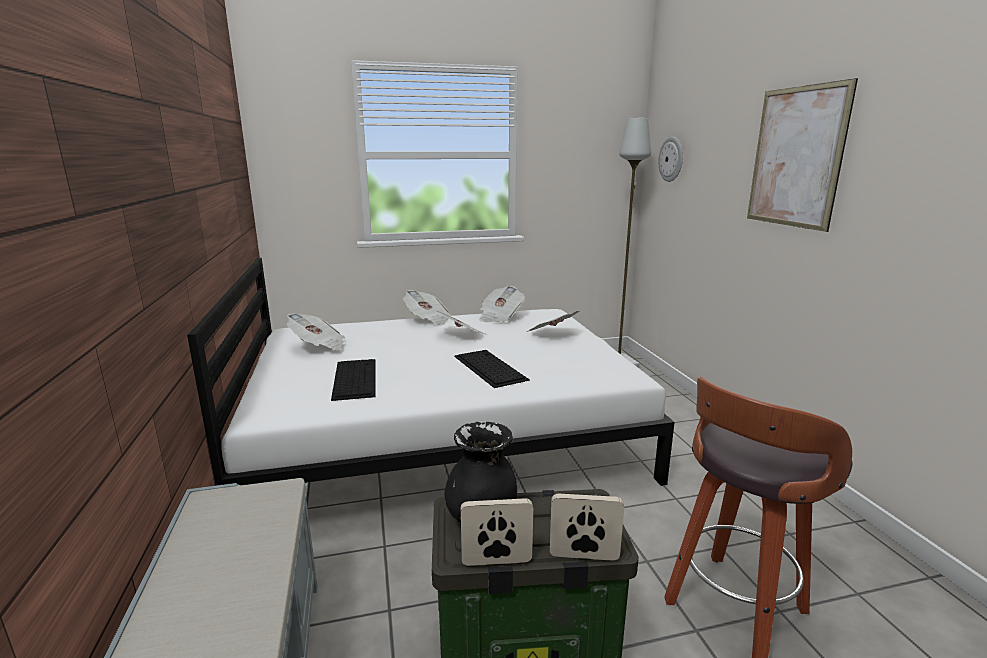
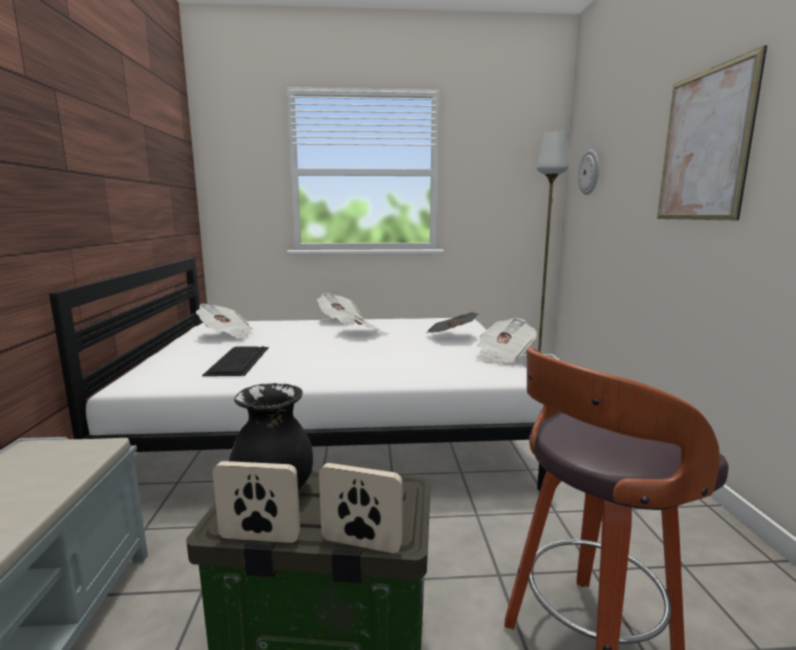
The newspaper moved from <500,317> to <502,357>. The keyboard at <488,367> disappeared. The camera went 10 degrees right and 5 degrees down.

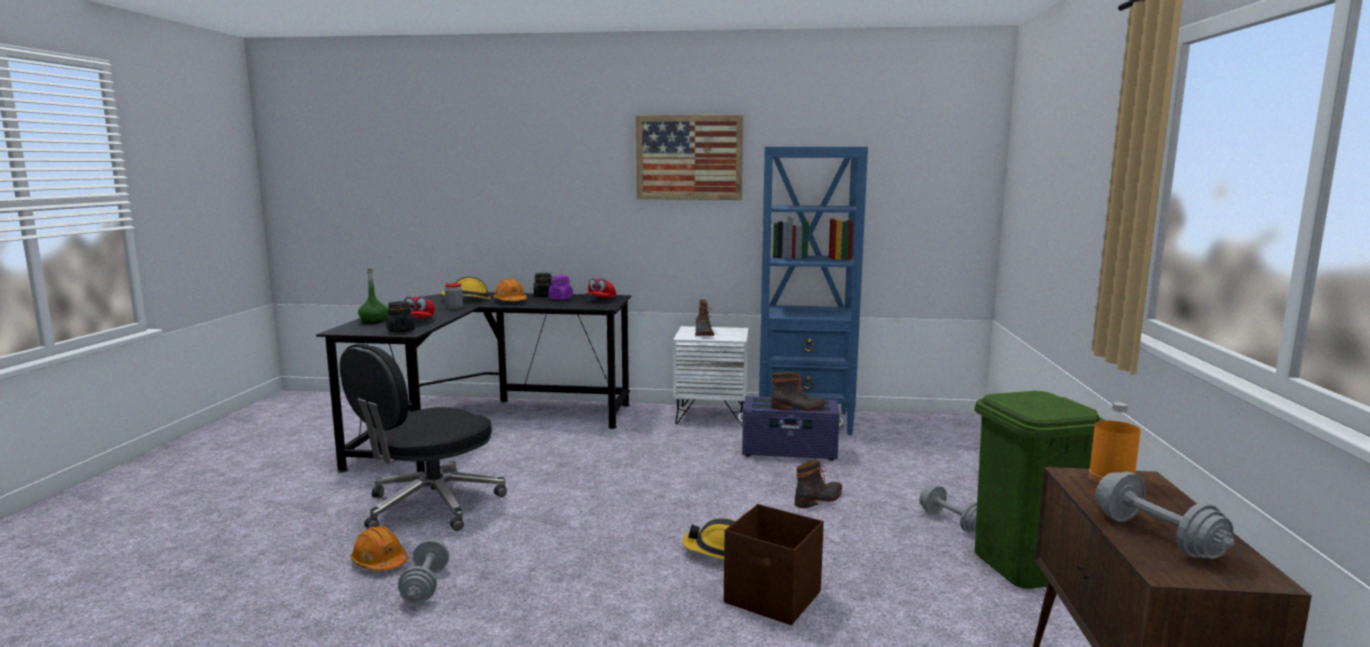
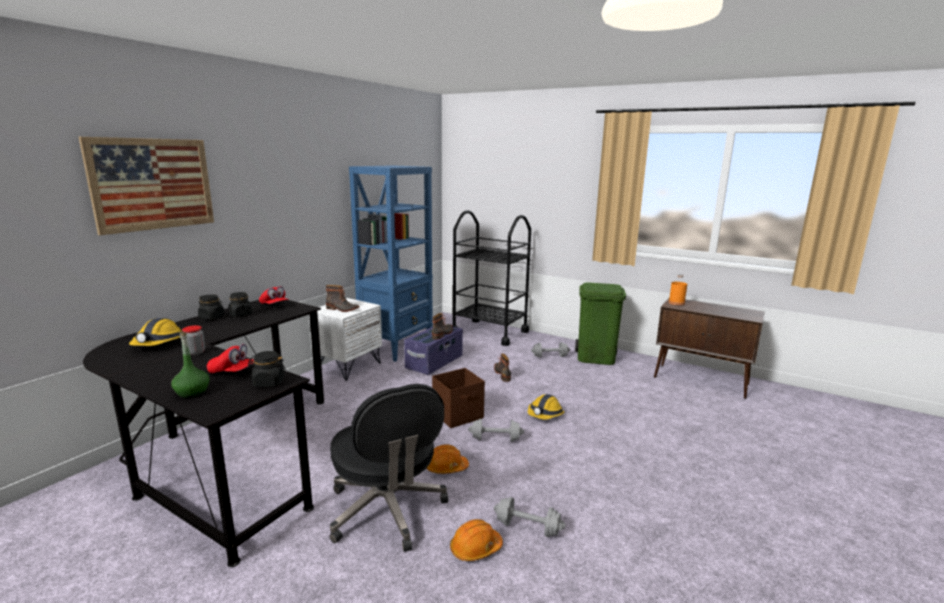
The picture moved from <689,157> to <153,184>. The jar (purple) at <561,299> became the jar (black) at <241,314>. The hard hat (orange) moved from <510,301> to <446,468>. The storage box (brown) moved from <773,598> to <458,415>. The cart (black) at <489,332> appeared. The dumbbell (grey) moved from <1157,537> to <495,439>. The camera went 65 degrees left and 5 degrees up.

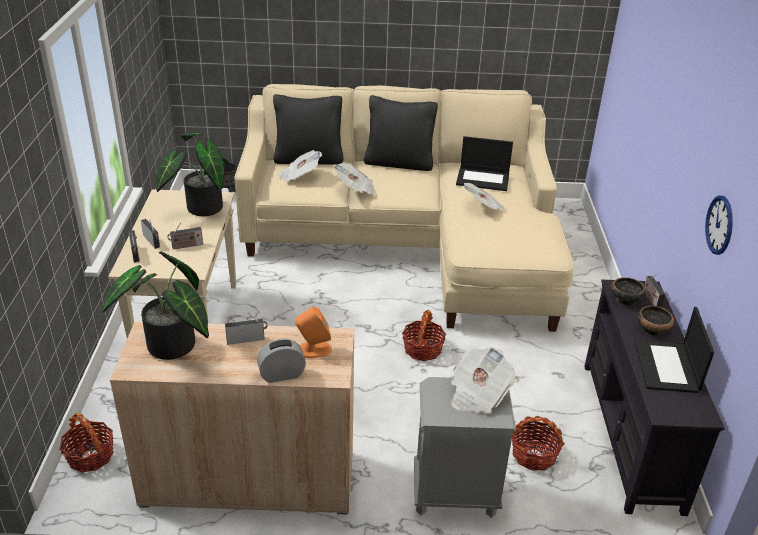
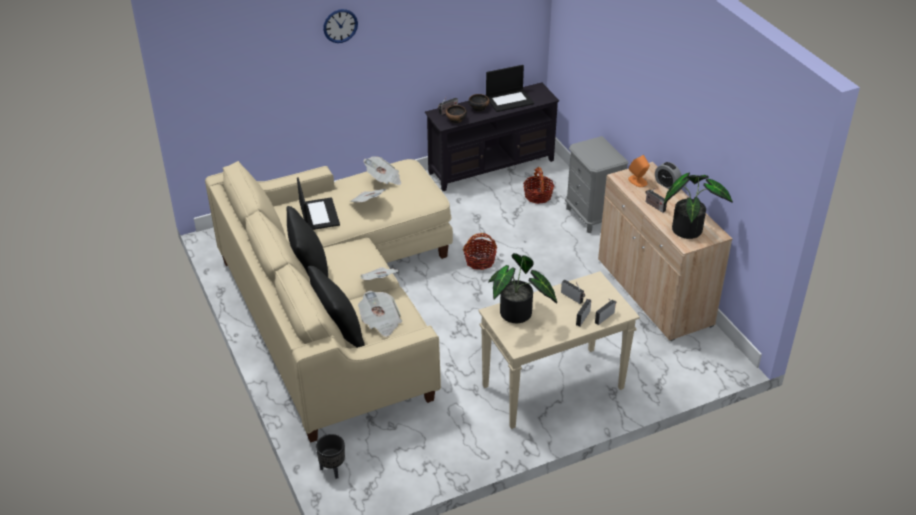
The wall clock moved from <719,225> to <340,26>. The newspaper moved from <478,394> to <383,179>. The basket at <90,456> disappeared. The camera went 115 degrees left and 5 degrees up.

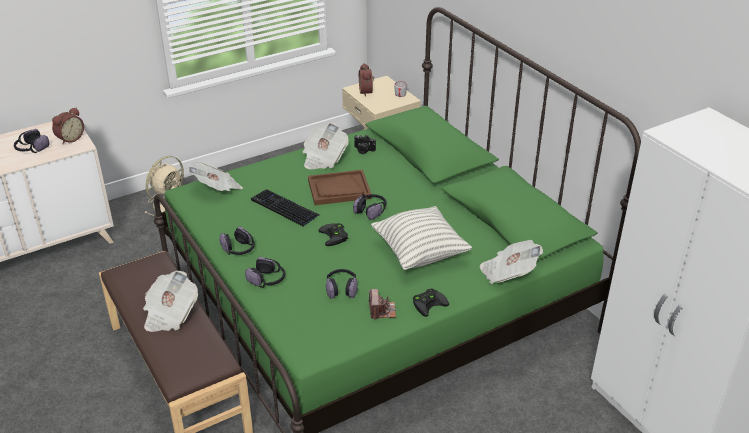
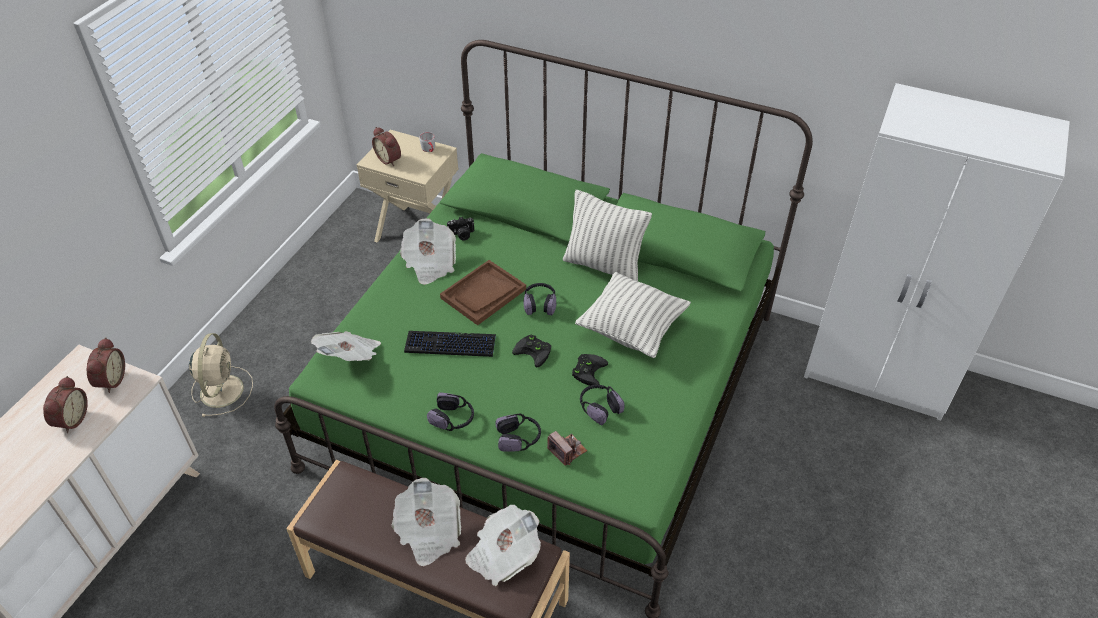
The headphones at <31,148> was replaced by the alarm clock at <71,419>. The newspaper moved from <508,273> to <503,555>. The photo camera moved from <382,311> to <567,450>. The pillow at <604,266> appeared. The game controller (black) moved from <429,303> to <588,370>. The camera went 35 degrees left and 10 degrees up.

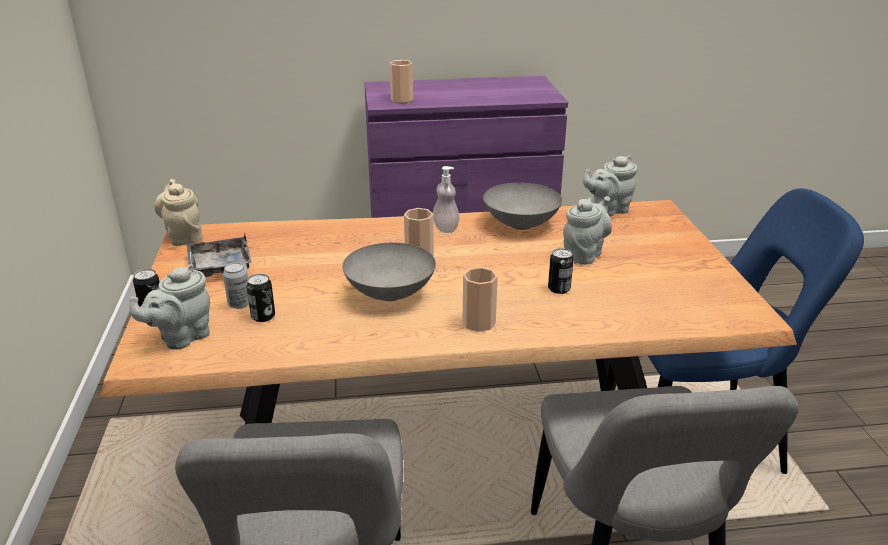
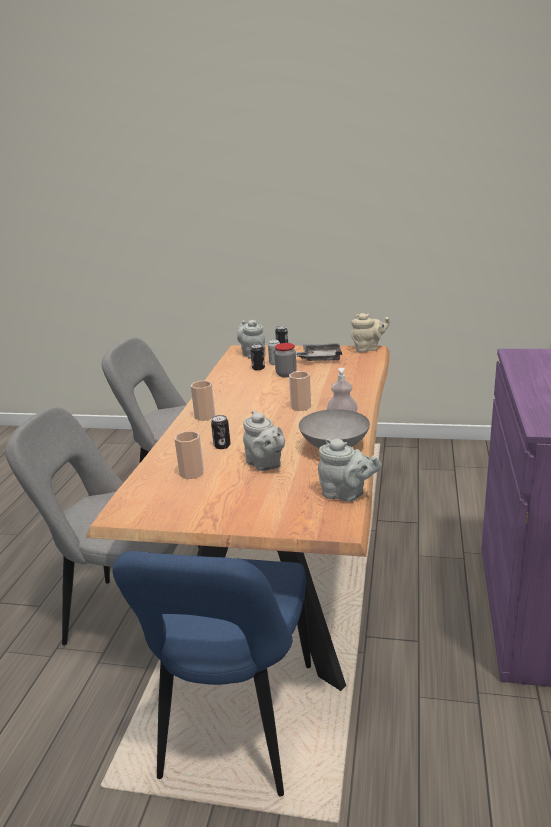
The cup moved from <402,99> to <191,473>. The jar at <286,374> appeared. The teapot (grey) at <608,210> turned 120 degrees clockwise. The bowl (grey) at <389,294> disappeared. The camera went 110 degrees right and 5 degrees down.

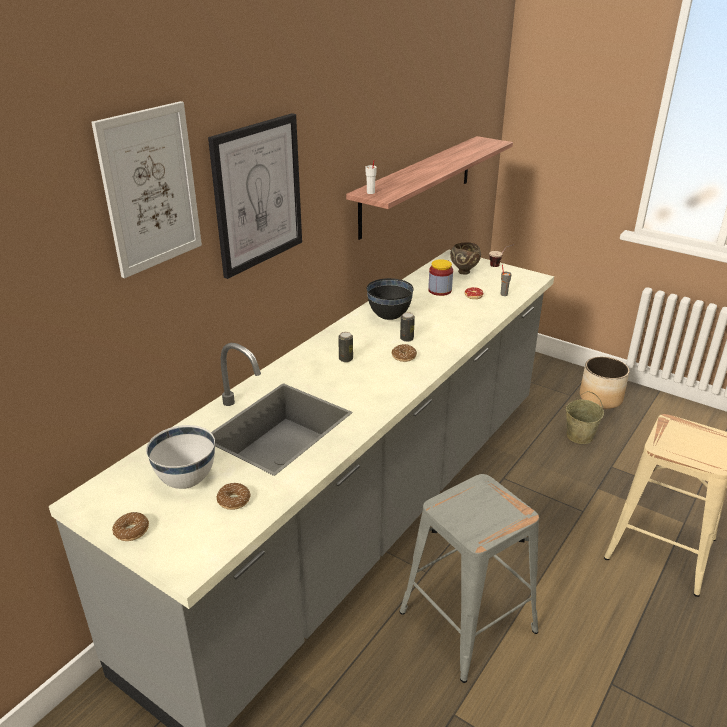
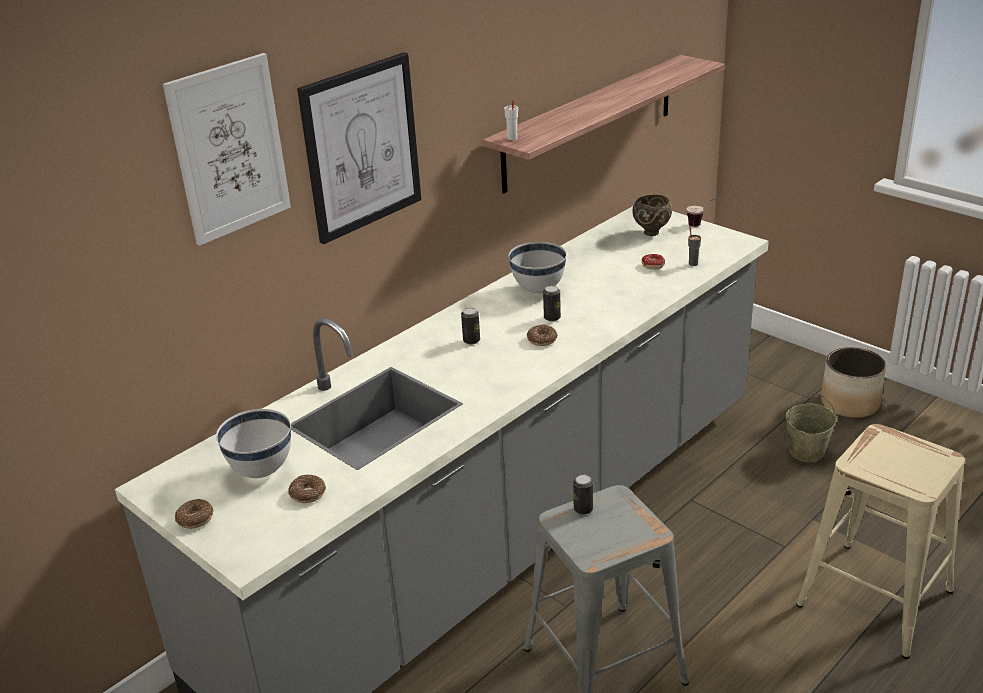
The bowl (black) at <389,317> became the bowl (white) at <538,290>. The can at <583,509> appeared. The jar at <440,290> disappeared. The camera went 10 degrees right and 0 degrees up.

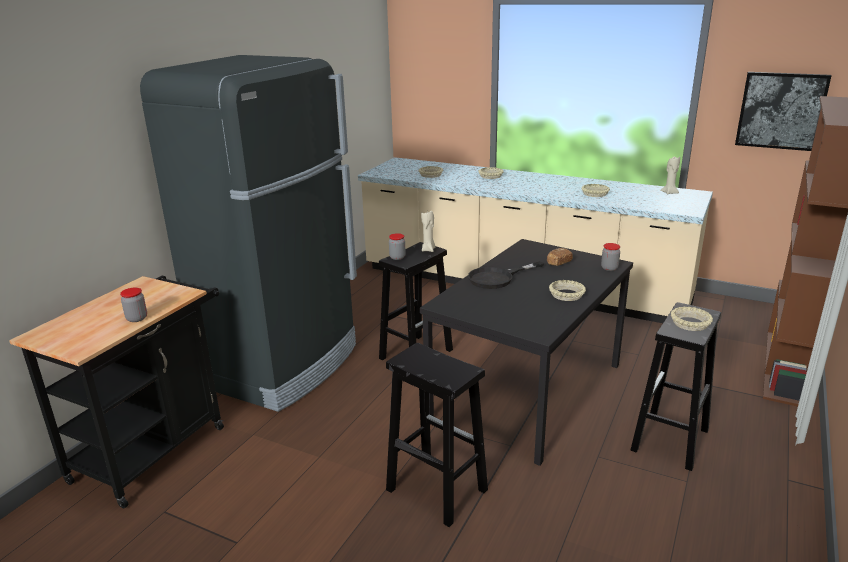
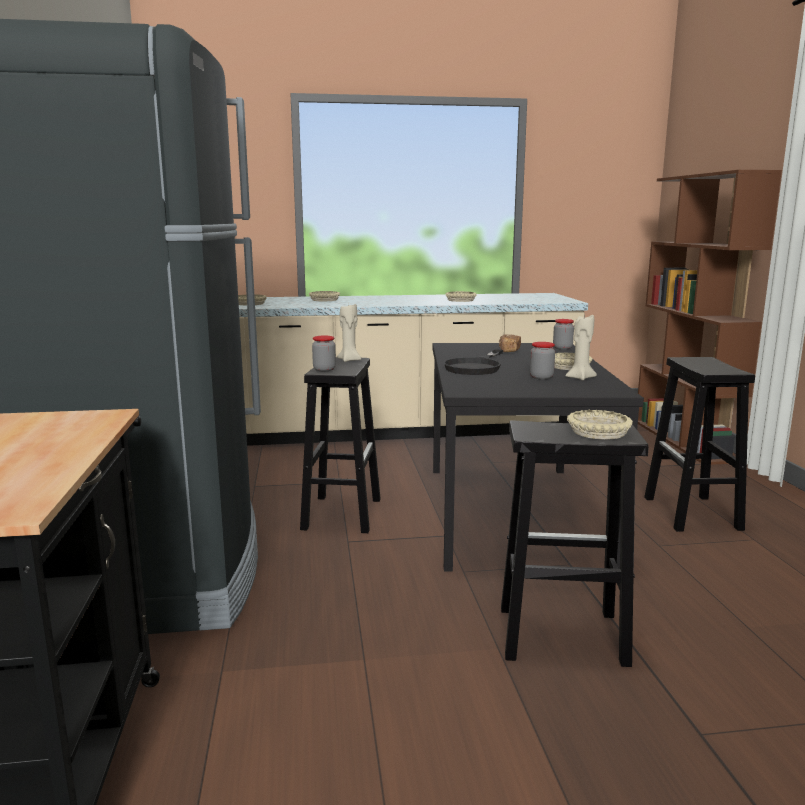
The jar moved from <137,318> to <541,377>. The candle (beige) moved from <669,193> to <580,378>. The bowl (beige) moved from <690,323> to <598,431>. The picture at <781,110> disappeared. The camera went 35 degrees left and 10 degrees down.

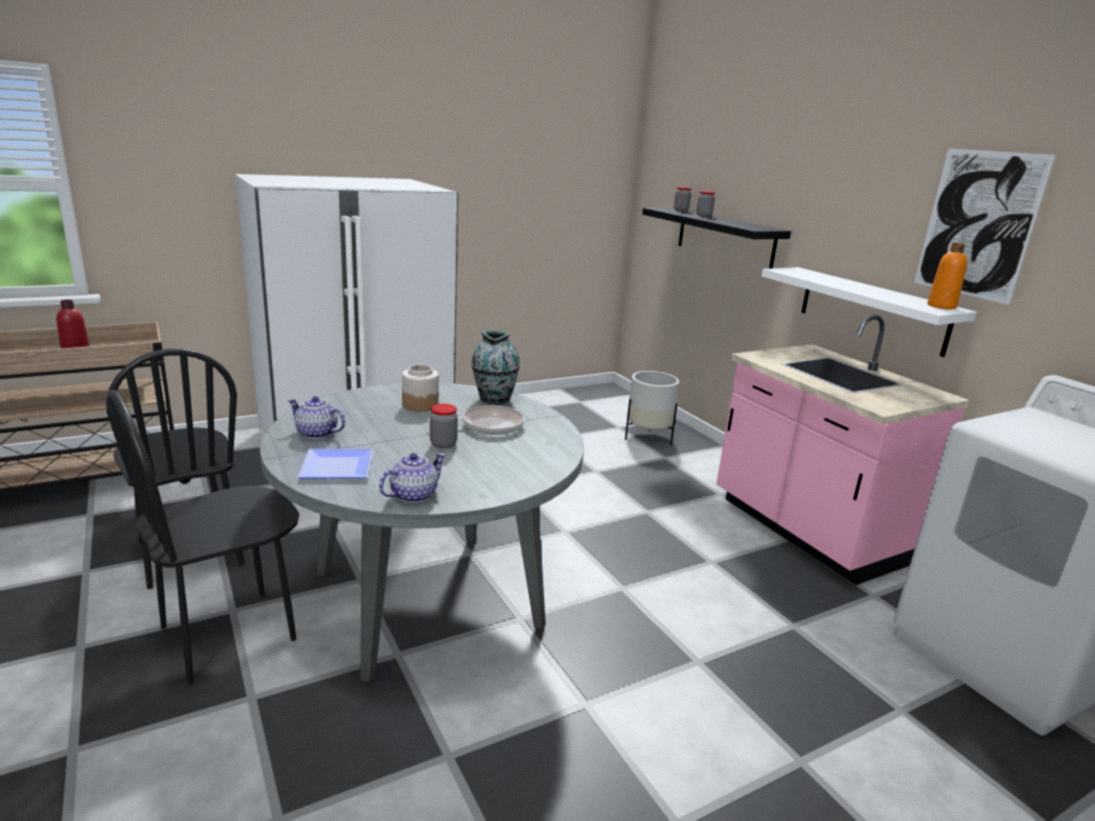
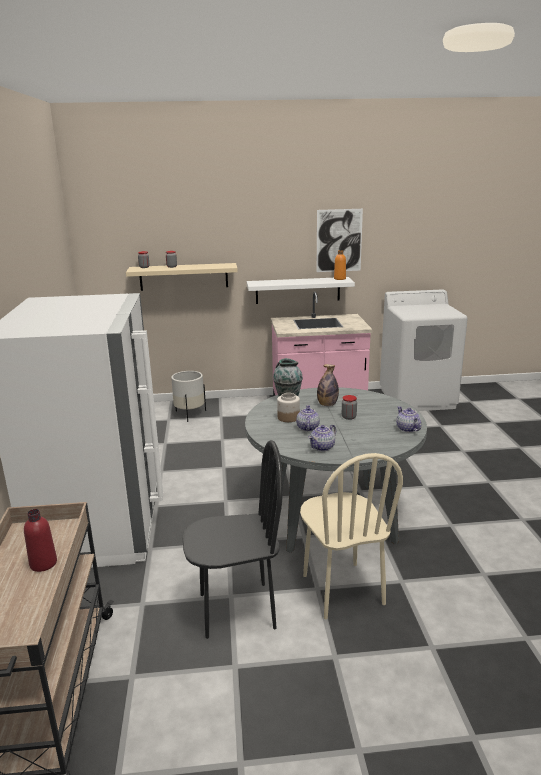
The shelf (black) at <725,238> became the shelf (beige) at <183,276>. The teapot at <307,428> appeared. The chair (black) at <228,634> became the chair (beige) at <342,589>. The frying pan at <488,425> was replaced by the bottle at <327,405>. The plate at <339,468> disappeared. The camera went 65 degrees left and 0 degrees up.

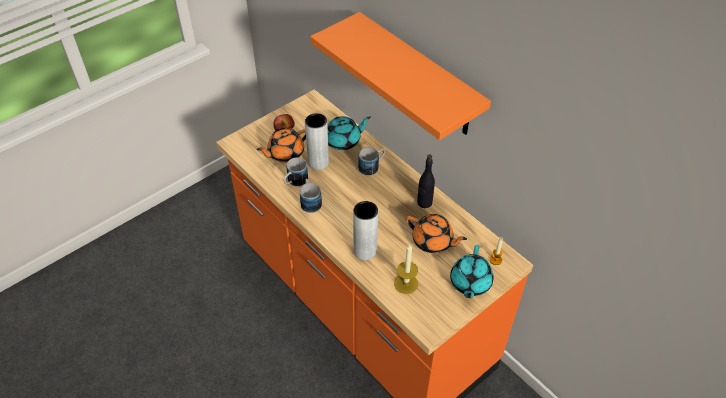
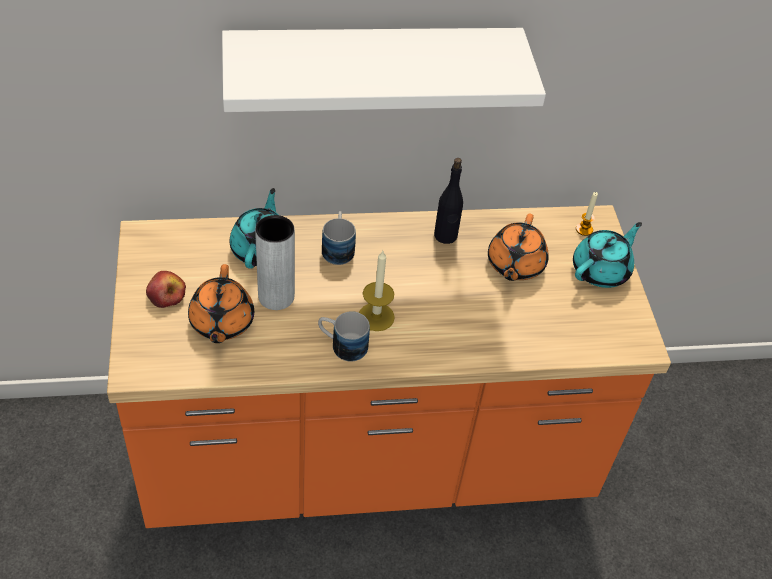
The shelf (orange) at <419,76> became the shelf (white) at <372,67>. The candle moved from <406,283> to <376,317>. The teapot (orange) at <433,241> turned 135 degrees clockwise. The teapot (turquoise) at <470,283> turned 90 degrees counterclockwise. The mug at <294,182> disappeared. The vase (grey) at <365,251> disappeared. The camera went 60 degrees left and 0 degrees up.

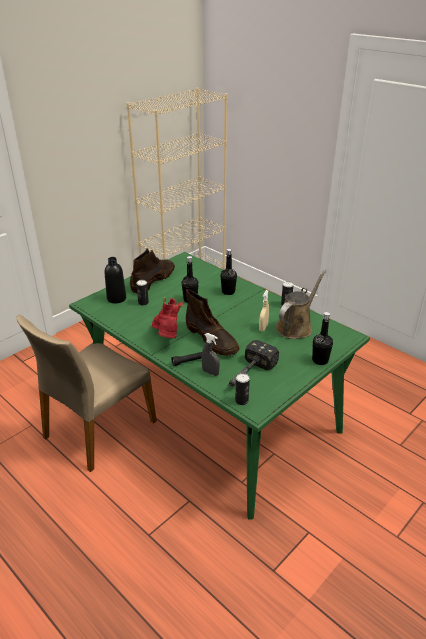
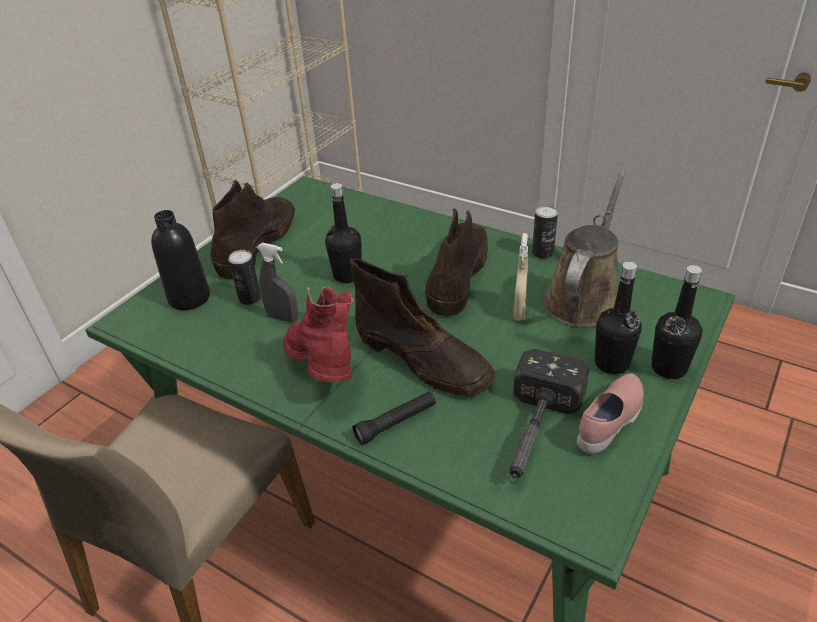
The spray bottle (grey) moved from <210,372> to <283,317>. The boot (brown) at <458,274> appeared. The shoe (pink) at <610,422> appeared. The bottle (black) moved from <228,292> to <611,363>. The can at <241,401> disappeared. The camera went 10 degrees left and 5 degrees up.

